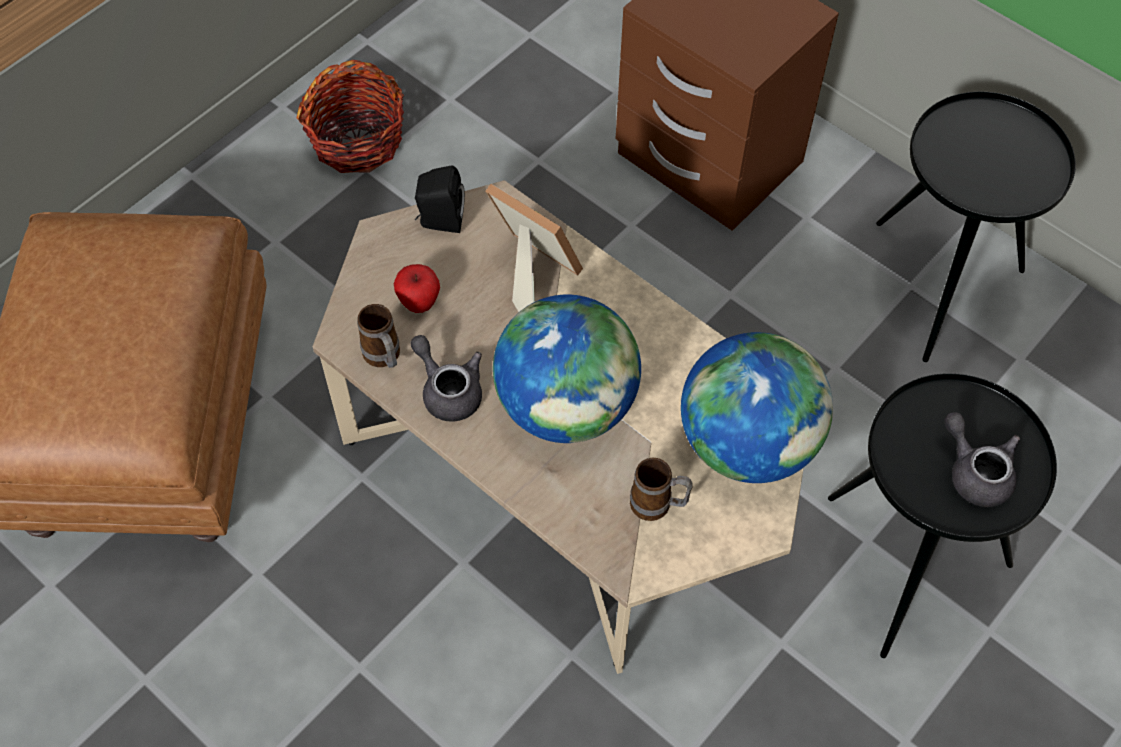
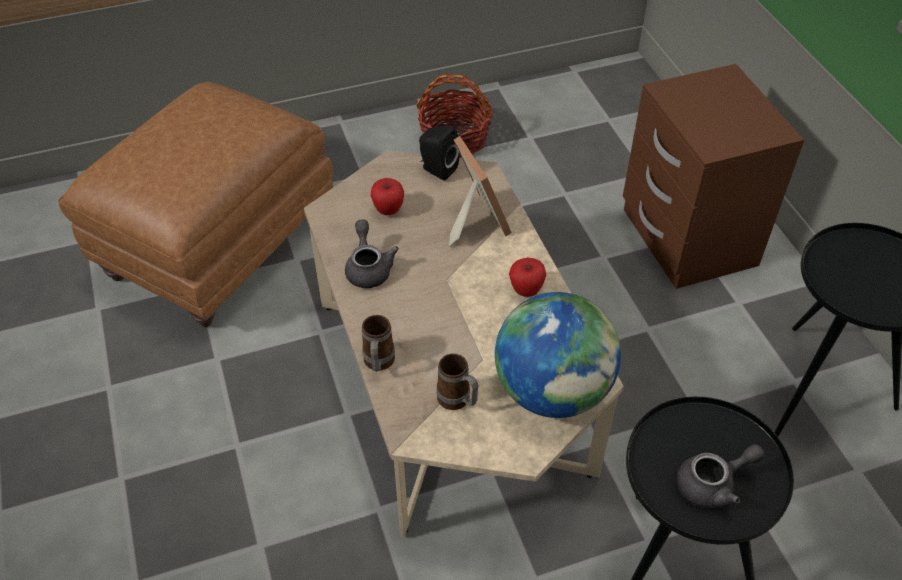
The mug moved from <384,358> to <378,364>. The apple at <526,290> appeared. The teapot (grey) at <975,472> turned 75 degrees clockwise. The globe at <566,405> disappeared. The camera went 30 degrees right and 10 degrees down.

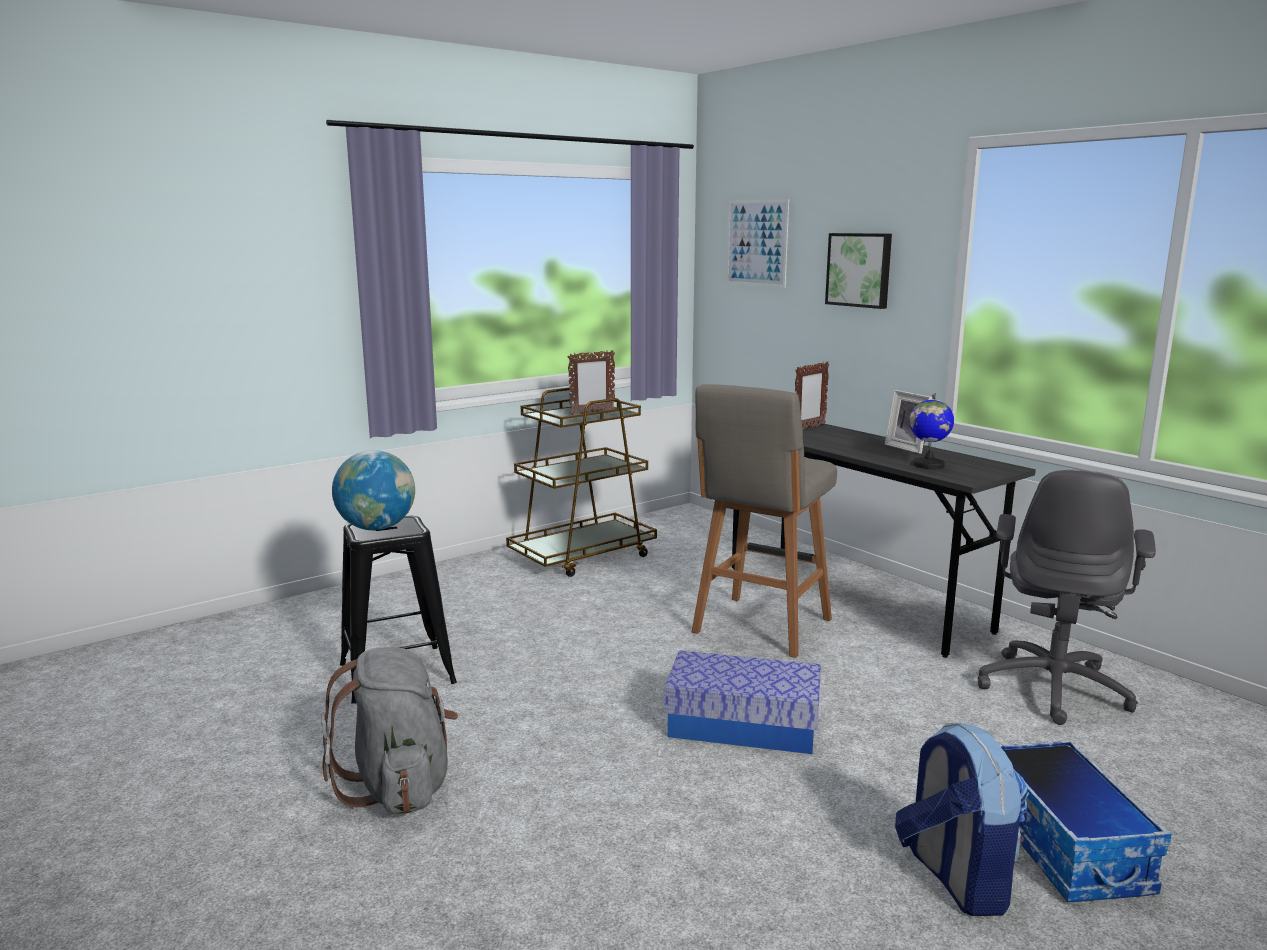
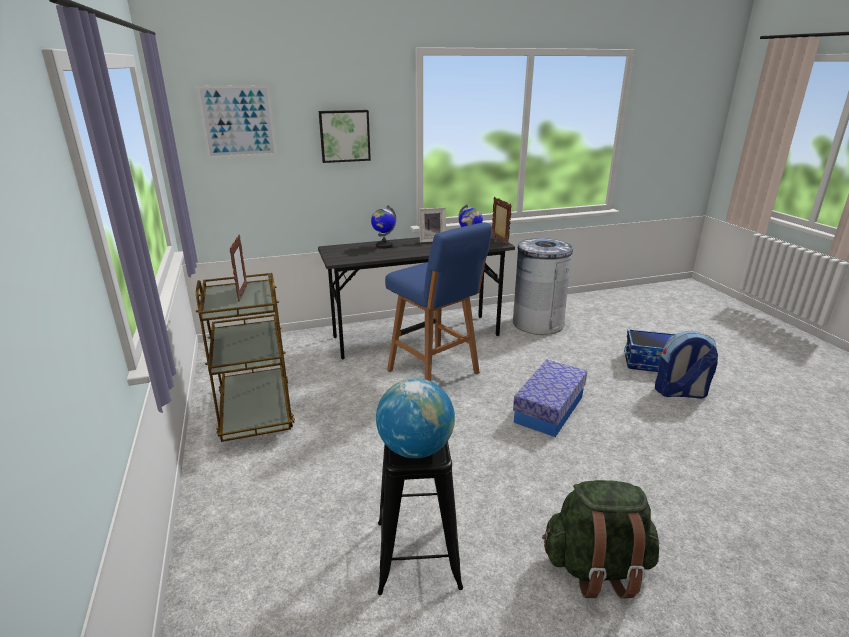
The globe at <384,246> appeared. The stool (grey) at <760,627> became the stool (blue) at <435,373>. The picture frame moved from <809,428> to <499,241>. The office chair (grey) at <1054,688> was replaced by the trash can (grey) at <537,323>. The backpack (grey) at <399,786> became the backpack (green) at <596,568>. The camera went 70 degrees left and 10 degrees up.

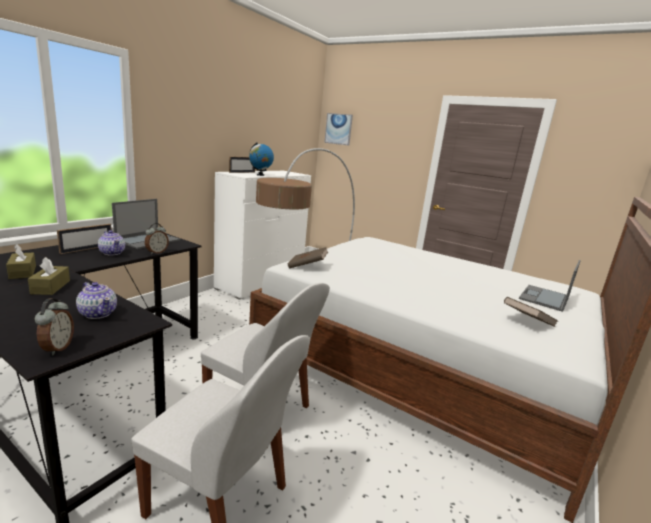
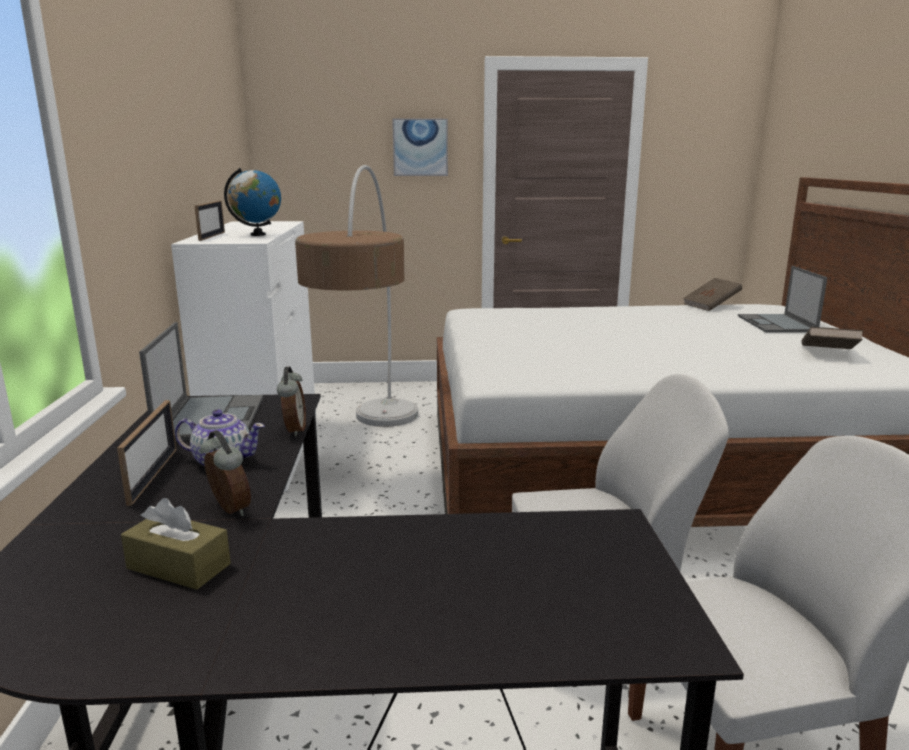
The alarm clock moved from <57,348> to <228,510>. The picture moved from <338,129> to <420,147>. The book (brown) moved from <307,267> to <711,306>. The tissue box (brown) at <51,287> disappeared. The teapot at <98,313> disappeared. The camera went 35 degrees left and 0 degrees up.

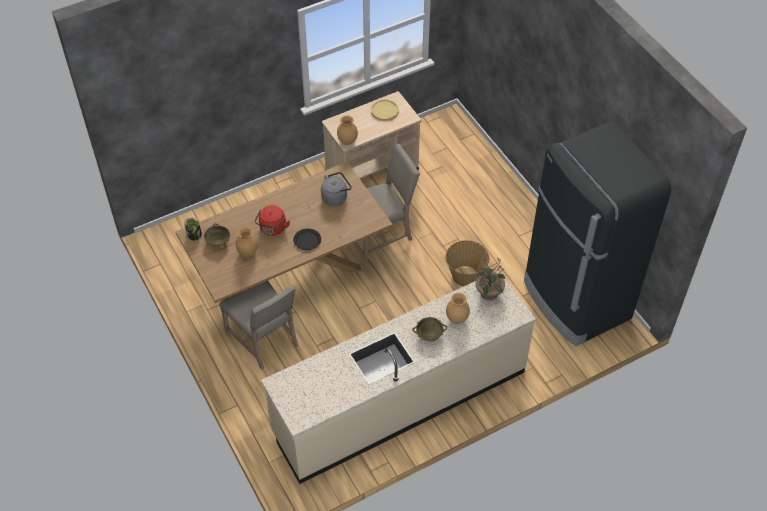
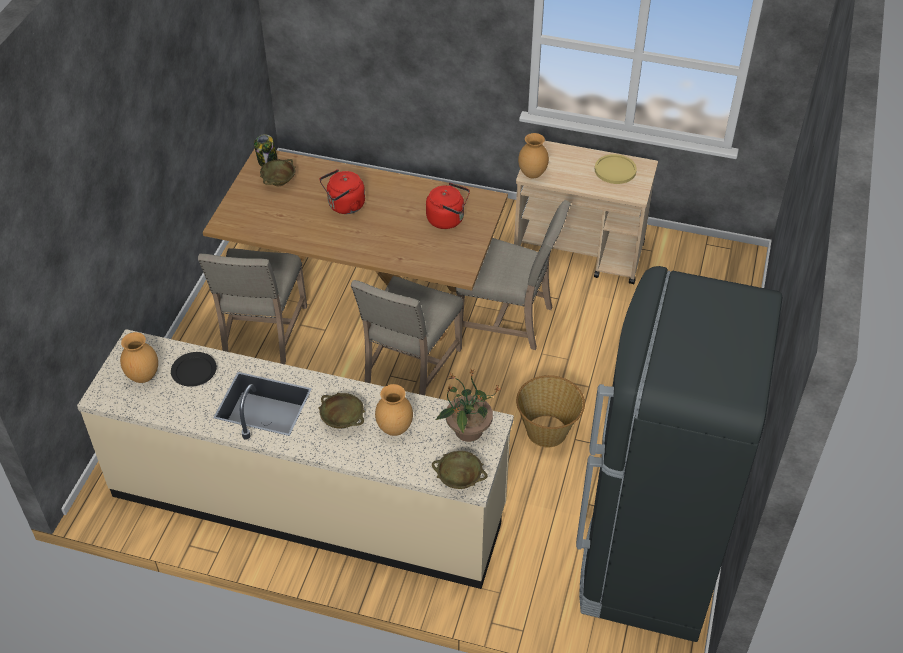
The vase (brown) moved from <247,252> to <143,376>. The plate (black) moved from <307,240> to <194,370>. The chair (beige) at <409,368> appeared. The kettle (grey) at <335,197> became the kettle (red) at <448,219>. The bowl (beige) at <459,479> appeared. The camera went 45 degrees right and 5 degrees down.

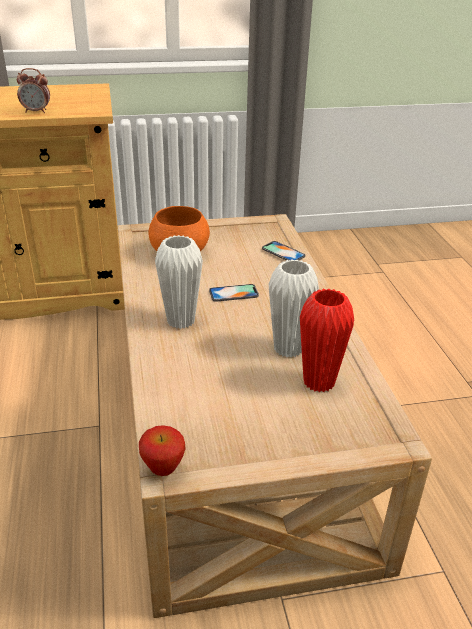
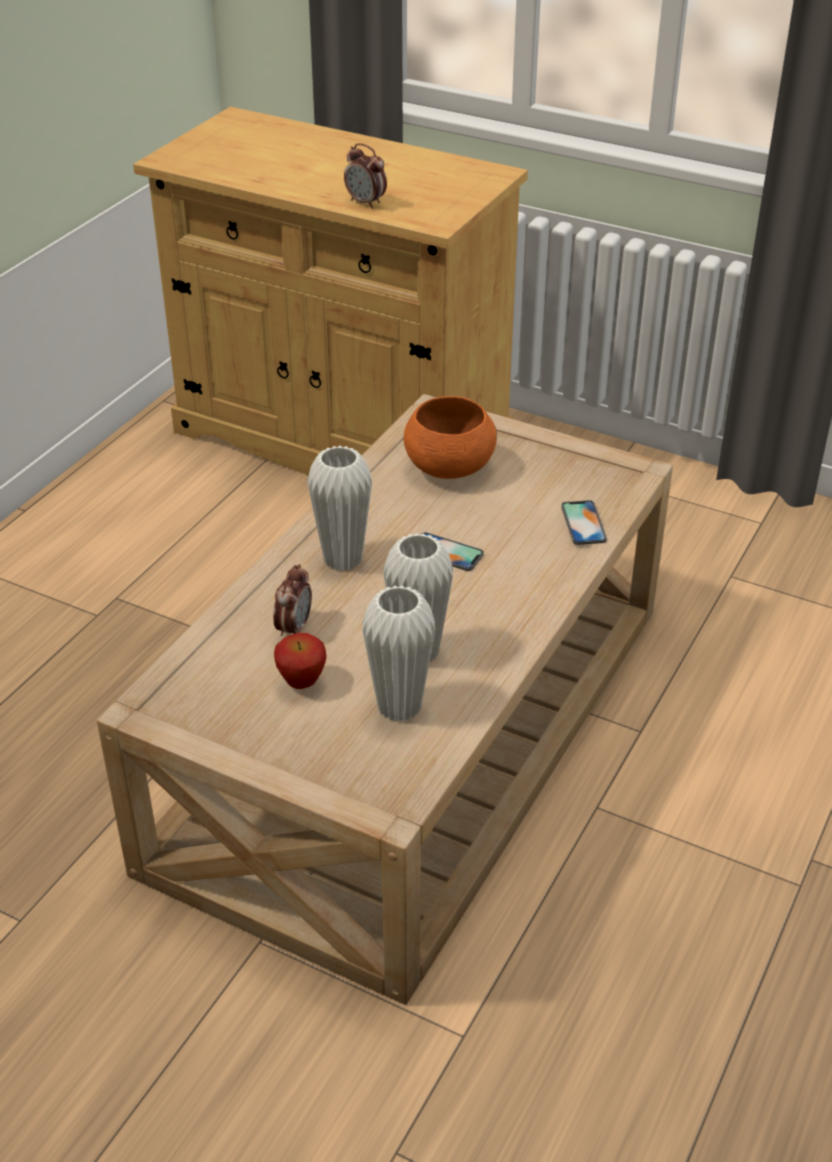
The alarm clock at <294,628> appeared. The apple moved from <163,469> to <302,683>. The vase (red) at <319,382> became the vase (white) at <399,707>. The camera went 40 degrees right and 5 degrees up.

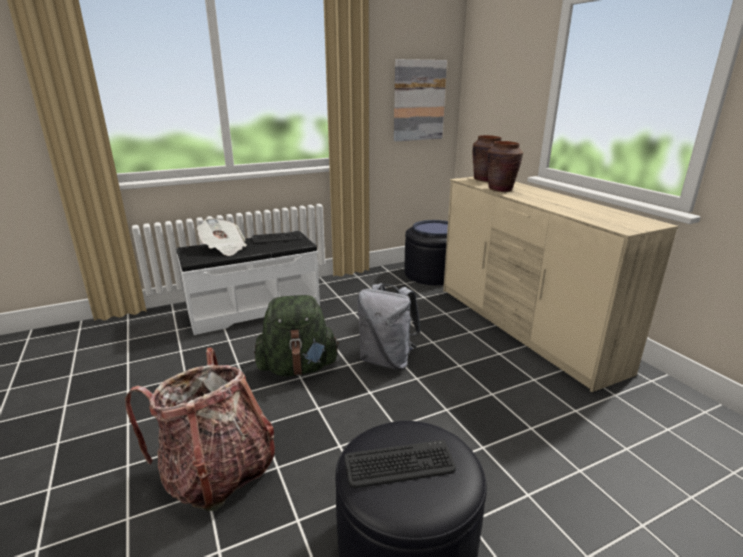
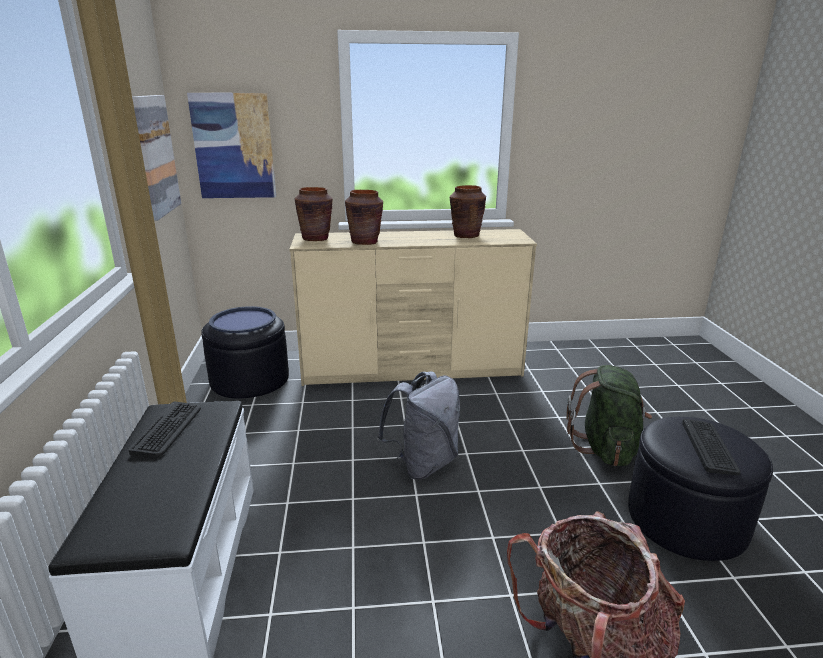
The picture at <234,146> appeared. The vase (brown) at <466,236> appeared. The backpack (green) moved from <298,368> to <605,448>. The newspaper at <223,248> disappeared. The camera went 70 degrees left and 0 degrees up.

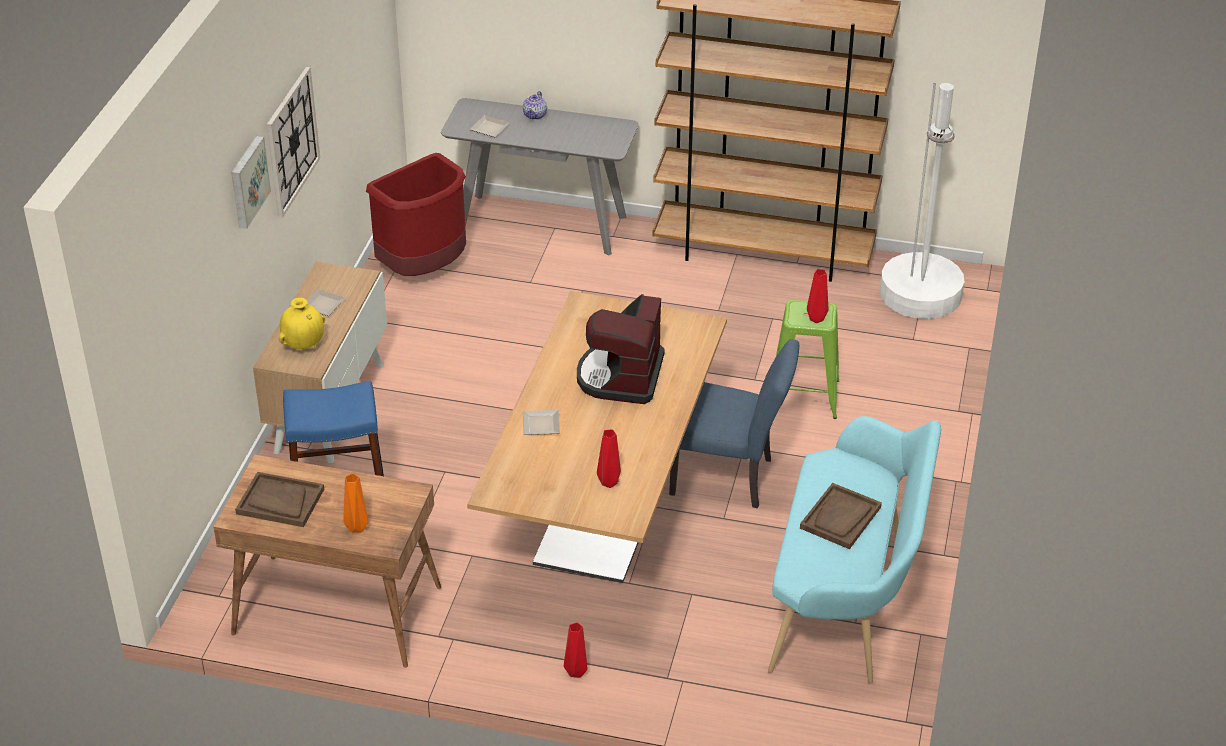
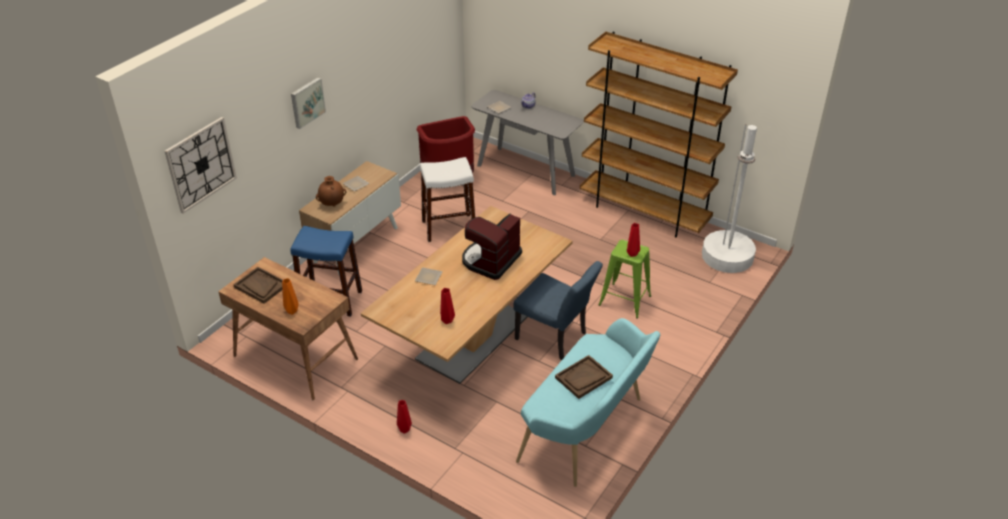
The wall clock moved from <292,141> to <201,164>. The vase (yellow) at <304,345> became the vase (brown) at <332,204>. The stool (white) at <449,228> appeared. The camera went 20 degrees right and 0 degrees up.

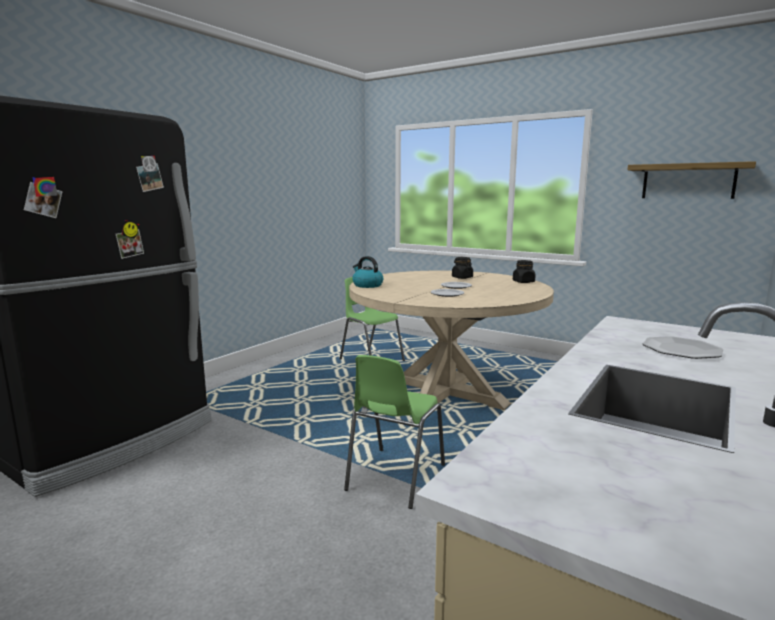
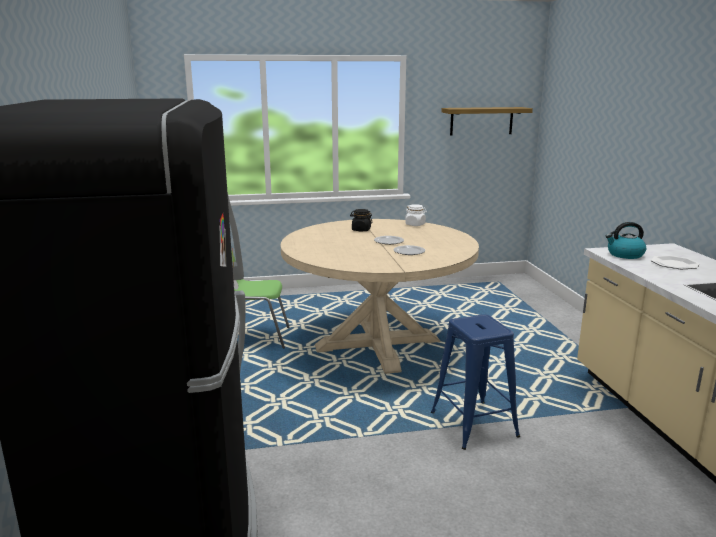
The jar (black) at <523,282> became the jar (white) at <415,224>. The chair (green) at <394,477> was replaced by the stool (blue) at <473,424>. The kettle moved from <367,285> to <624,255>. The camera went 45 degrees left and 5 degrees up.

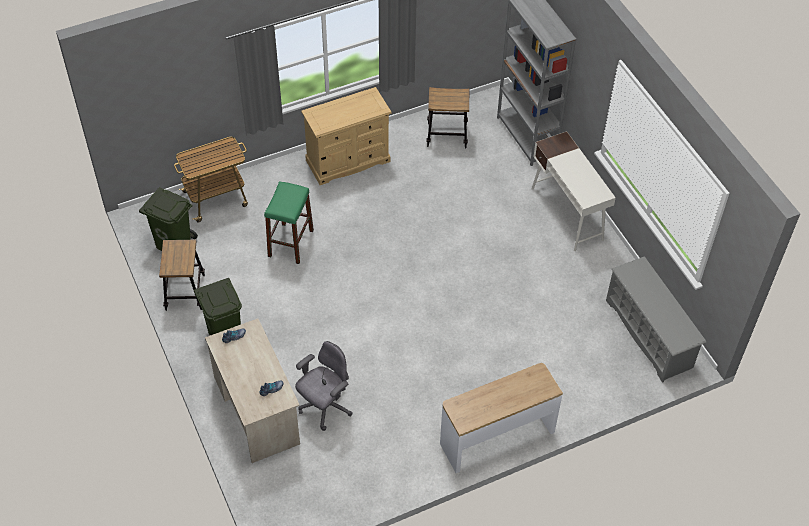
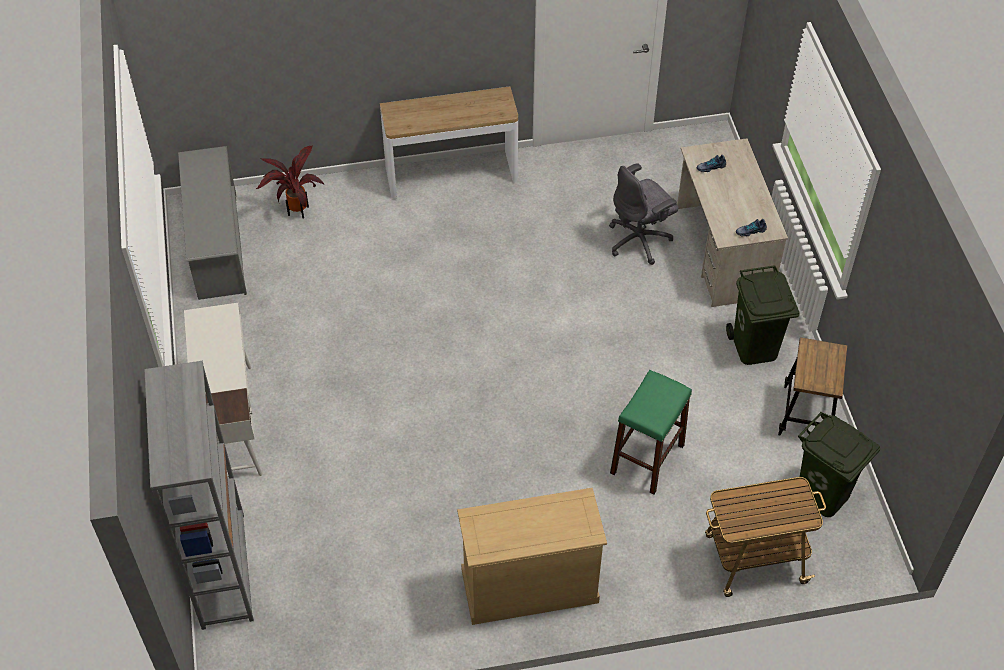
The potted plant at <296,209> appeared. The stool at <447,135> disappeared. The camera went 165 degrees left and 0 degrees up.

